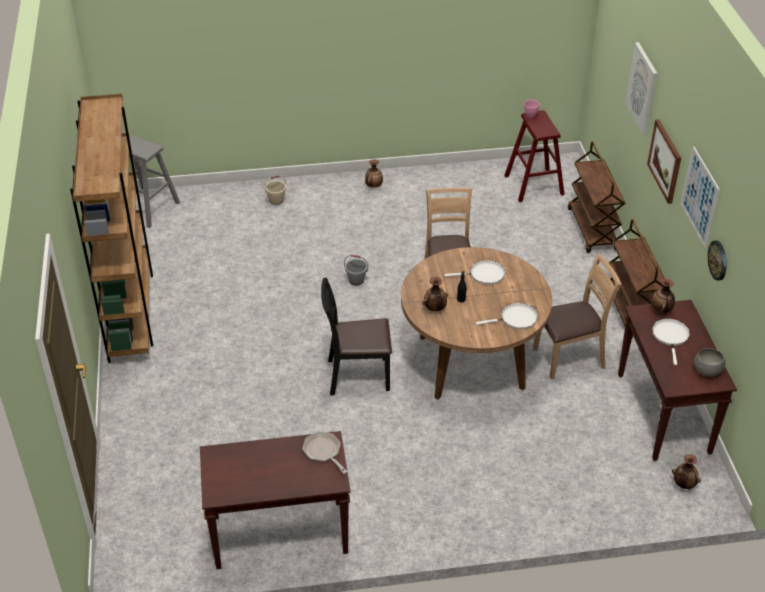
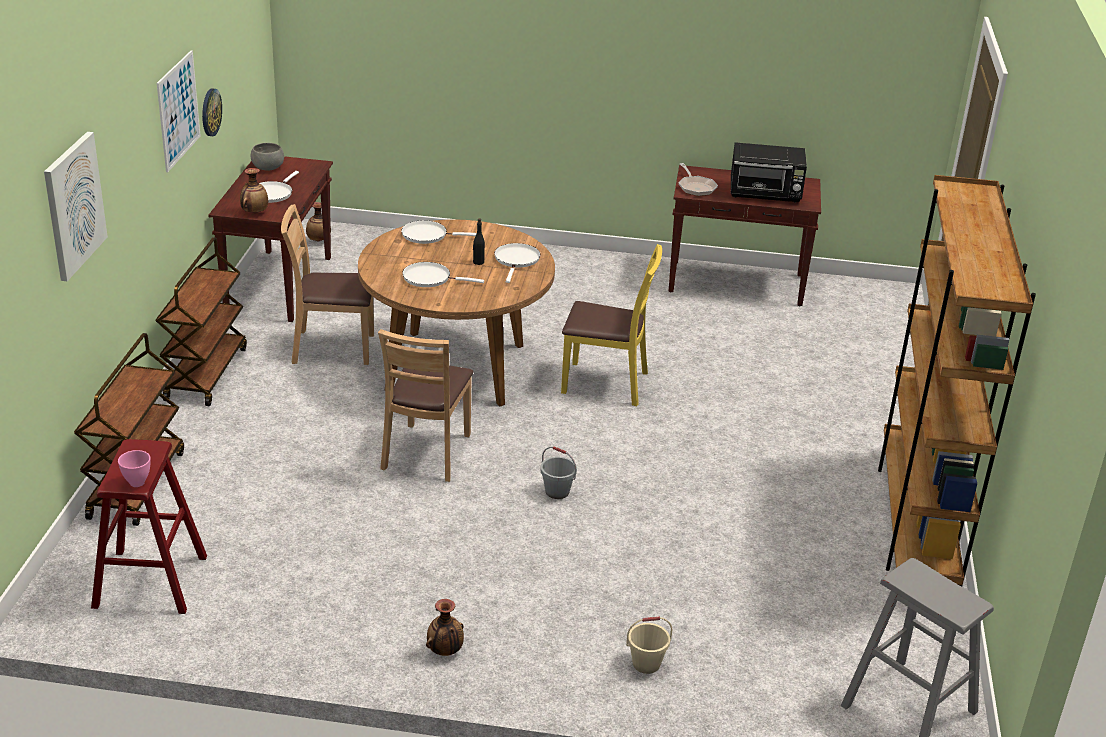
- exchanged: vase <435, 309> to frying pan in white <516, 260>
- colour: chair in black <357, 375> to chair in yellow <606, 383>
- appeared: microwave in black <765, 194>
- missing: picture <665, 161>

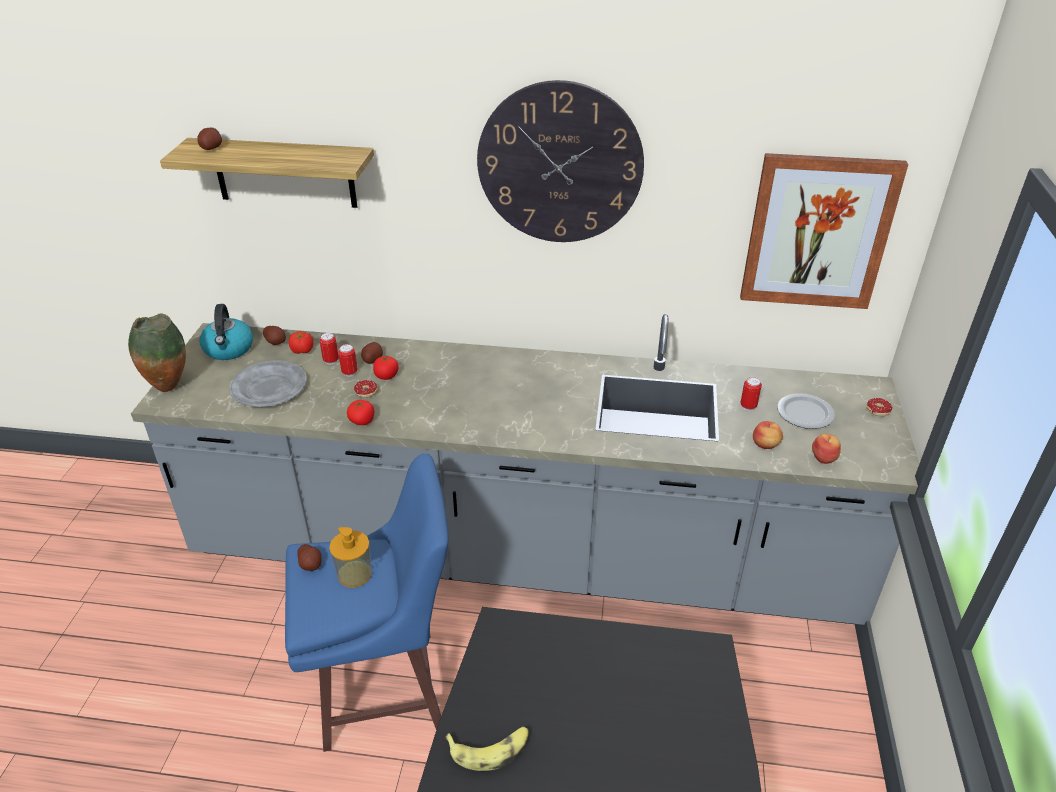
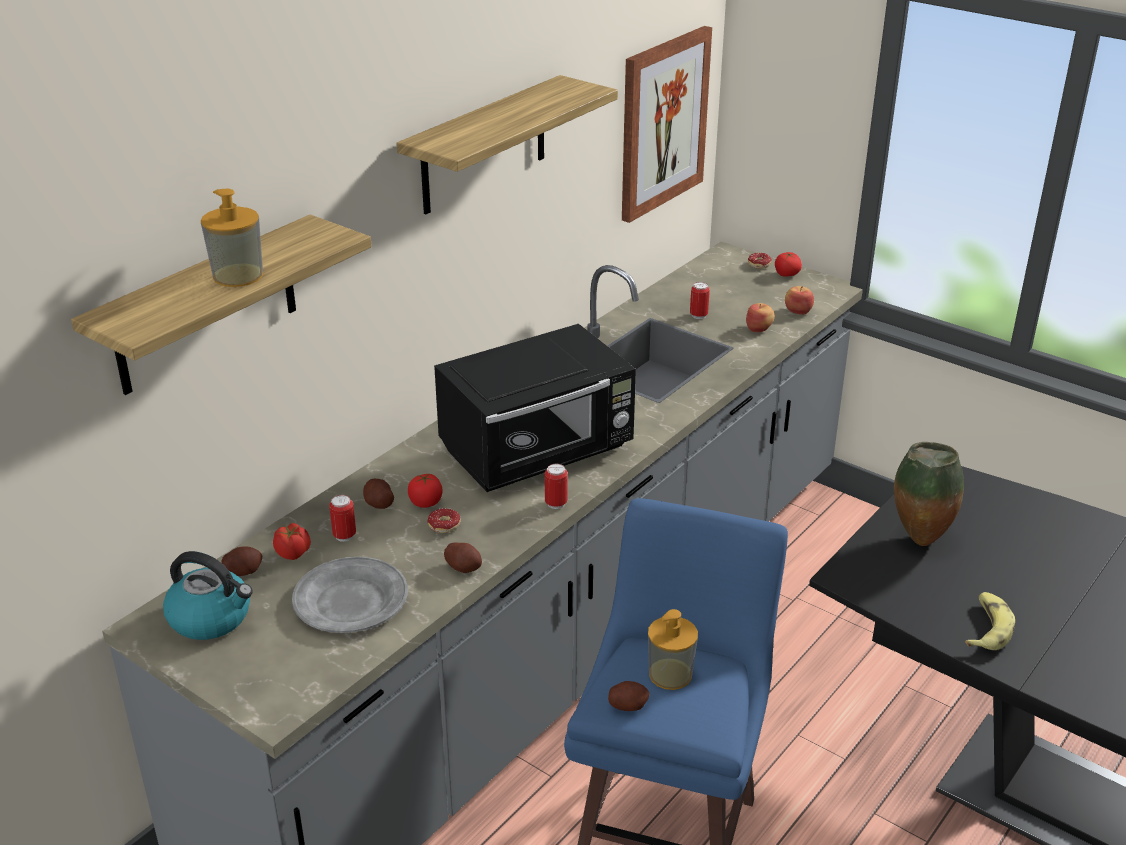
- appeared: soap dispenser <238, 275>
- exchanged: wall clock <560, 164> to shelf <484, 146>
- appeared: microwave in black <539, 453>
- relocated: potato <212, 148> to <463, 567>
- relocated: can <349, 372> to <556, 503>
- relocated: tomato <362, 421> to <786, 274>
- relocated: vase <169, 387> to <918, 539>
- missing: plate <804, 413>

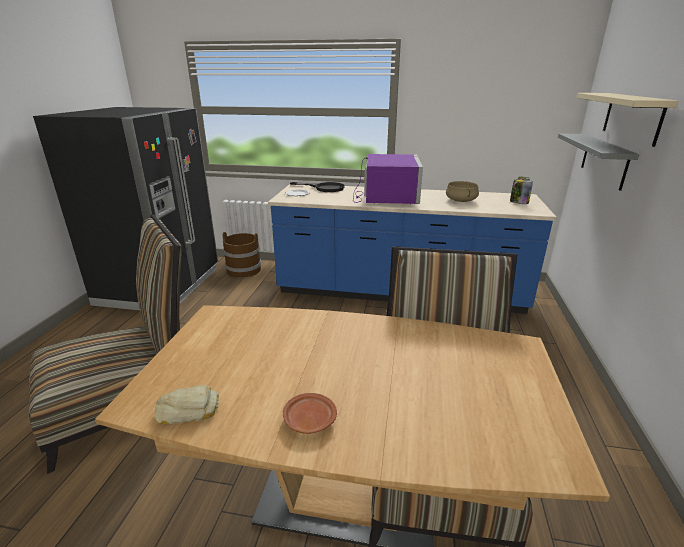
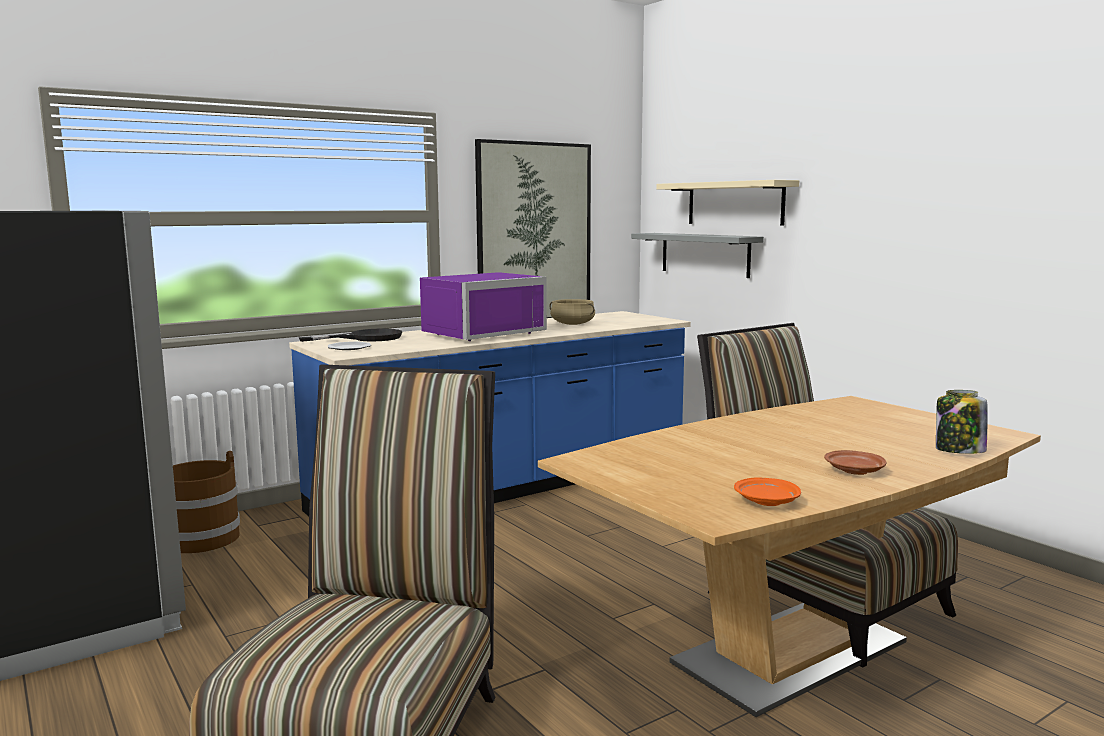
- spun: microwave in purple <385, 196> = <479, 333> 90 degrees clockwise
- appeared: picture <534, 233>
- exchanged: bread <188, 409> to plate in orange <766, 501>
- relocated: jar <518, 202> to <959, 451>

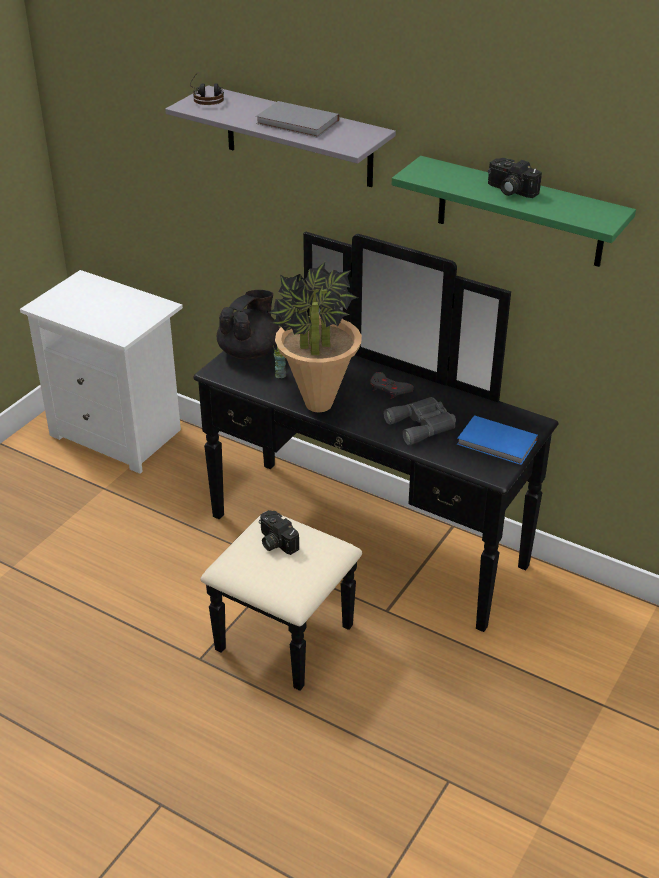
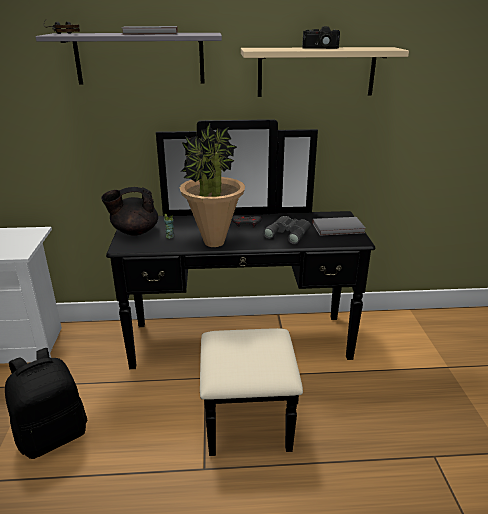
- appeared: backpack in black <53, 435>
- spun: teapot in black <250, 352> = <134, 231> 105 degrees counterclockwise
- colour: shelf in green <520, 212> to shelf in beige <316, 72>
- colour: book in blue <497, 443> to book in grey <339, 228>
- missing: photo camera <275, 542>

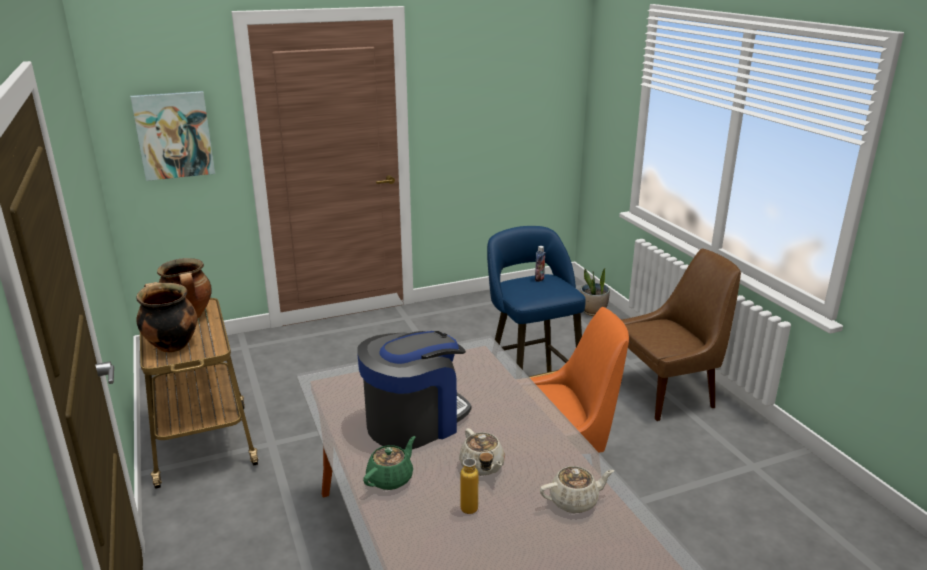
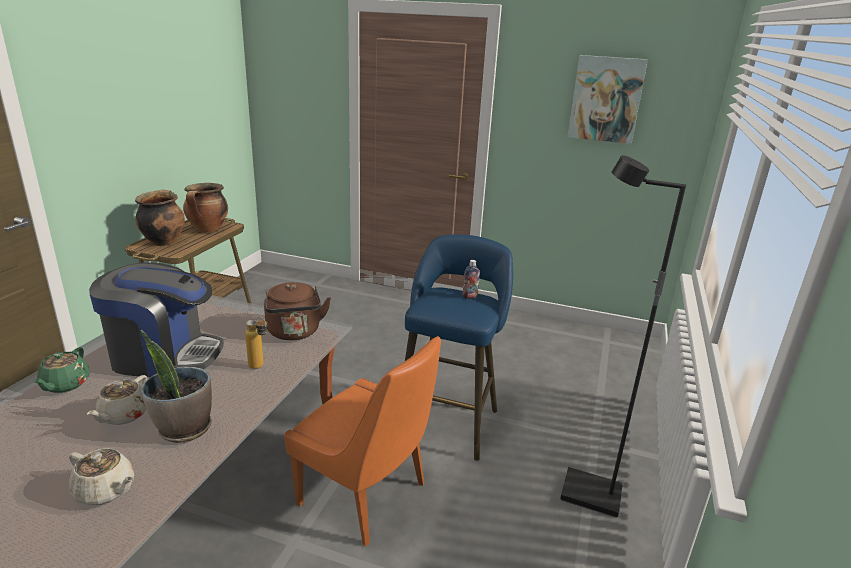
- spun: teapot in green <391, 478> = <65, 384> 105 degrees clockwise
- relocated: potted plant <593, 312> to <183, 428>
- relocated: bottle <476, 508> to <260, 367>
- appeared: kettle in brown <294, 333>
- exchanged: chair in brown <668, 394> to floor lamp in black <589, 495>
- relocated: picture <174, 135> to <606, 99>

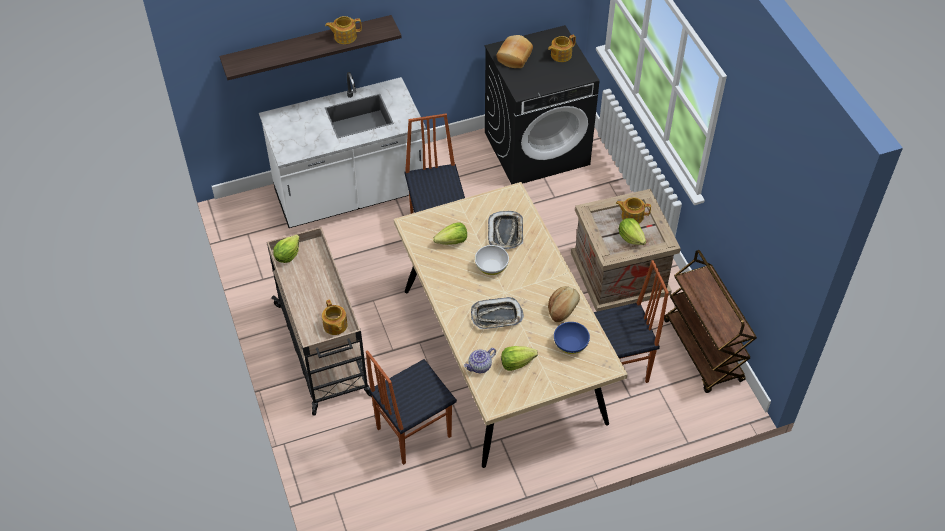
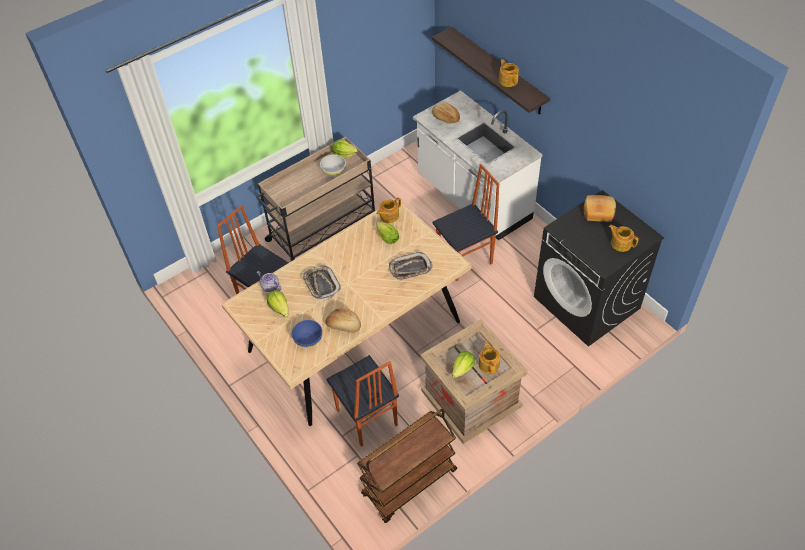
- relocated: bowl in white <491, 267> to <333, 171>
- relocated: teapot <335, 325> to <389, 216>
- appeared: bread <445, 118>

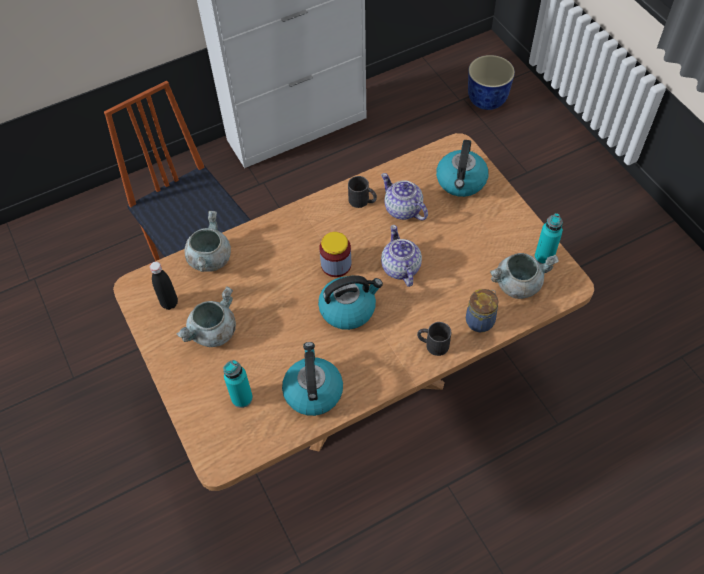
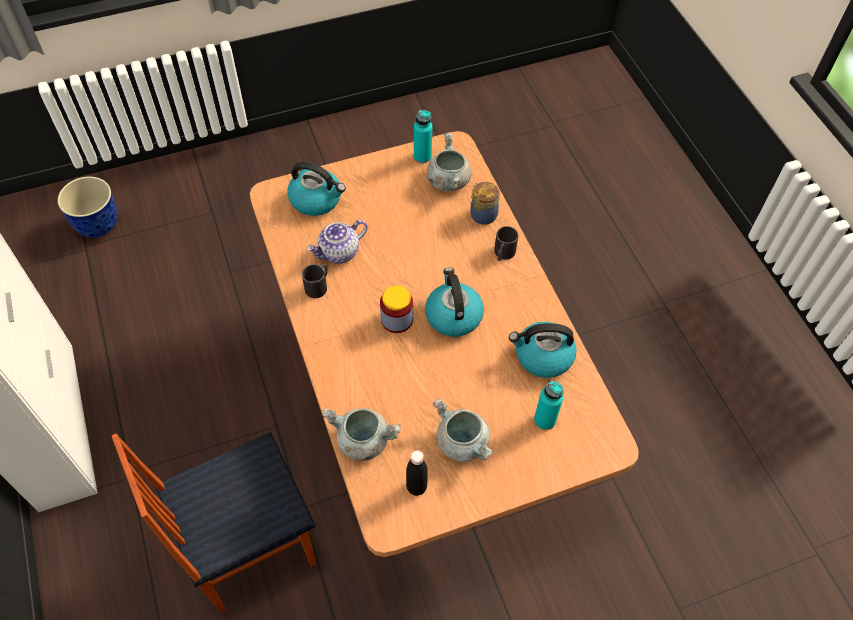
- missing: teapot <400, 267>

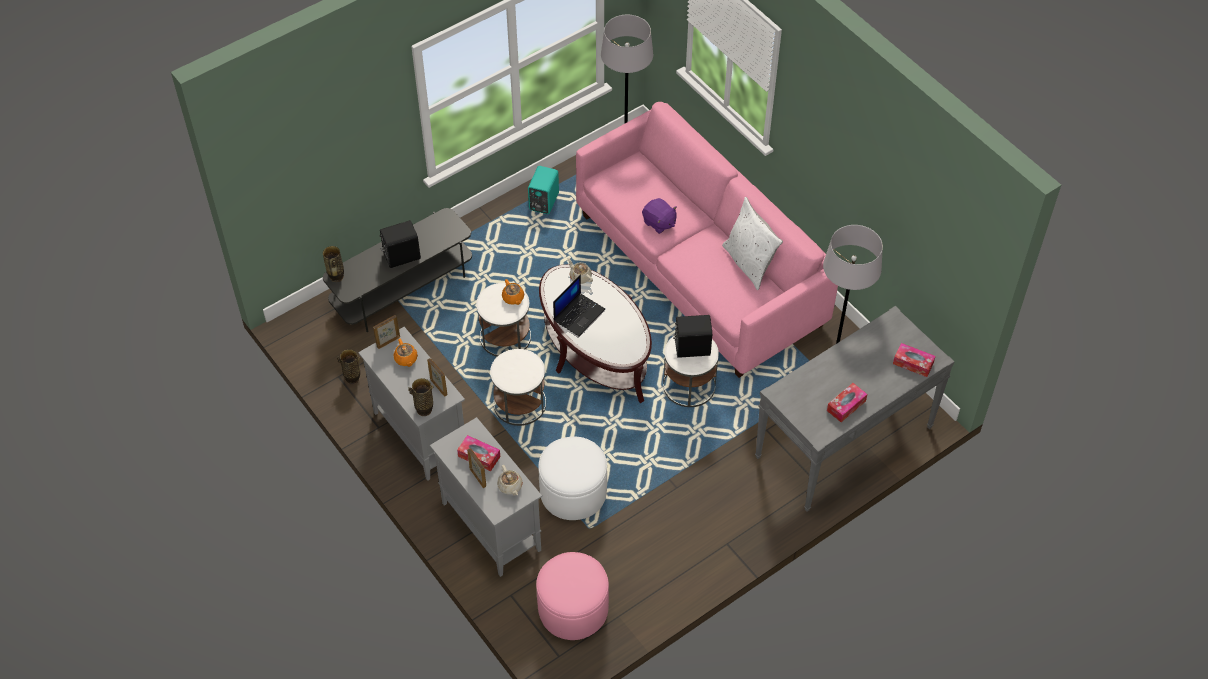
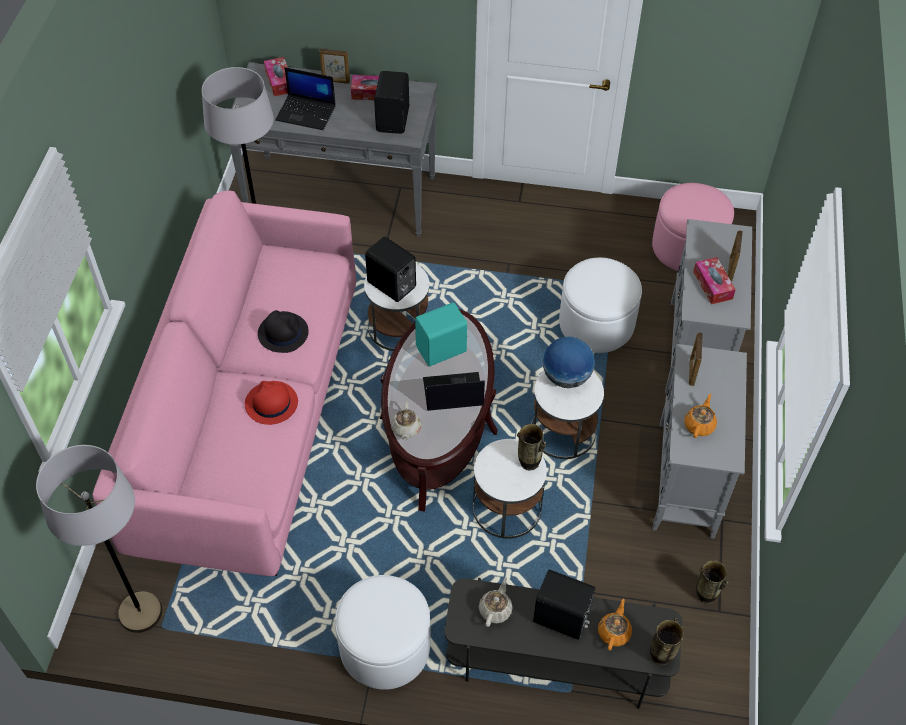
- exchanged: plush toy in purple <659, 223> to hat in red <271, 403>
- appeared: hat in black <283, 332>
- appeared: laptop <307, 113>
- relocated: picture frame <388, 342> to <336, 81>
- appeared: ottoman in white <385, 646>
- appeared: speaker in black <394, 119>
- relocated: speaker in turquoise <543, 202> to <442, 350>
- relocated: teapot in beige <510, 486> to <495, 609>
- relocated: vase <424, 410> to <529, 463>
- appeared: globe <566, 377>
- relocated: teapot in orange <513, 298> to <614, 632>
- missing: pillow in white <749, 263>

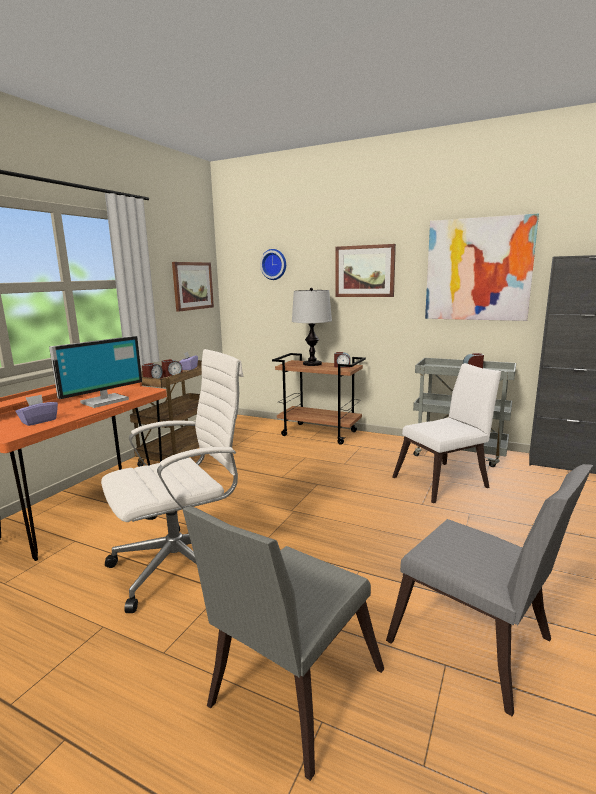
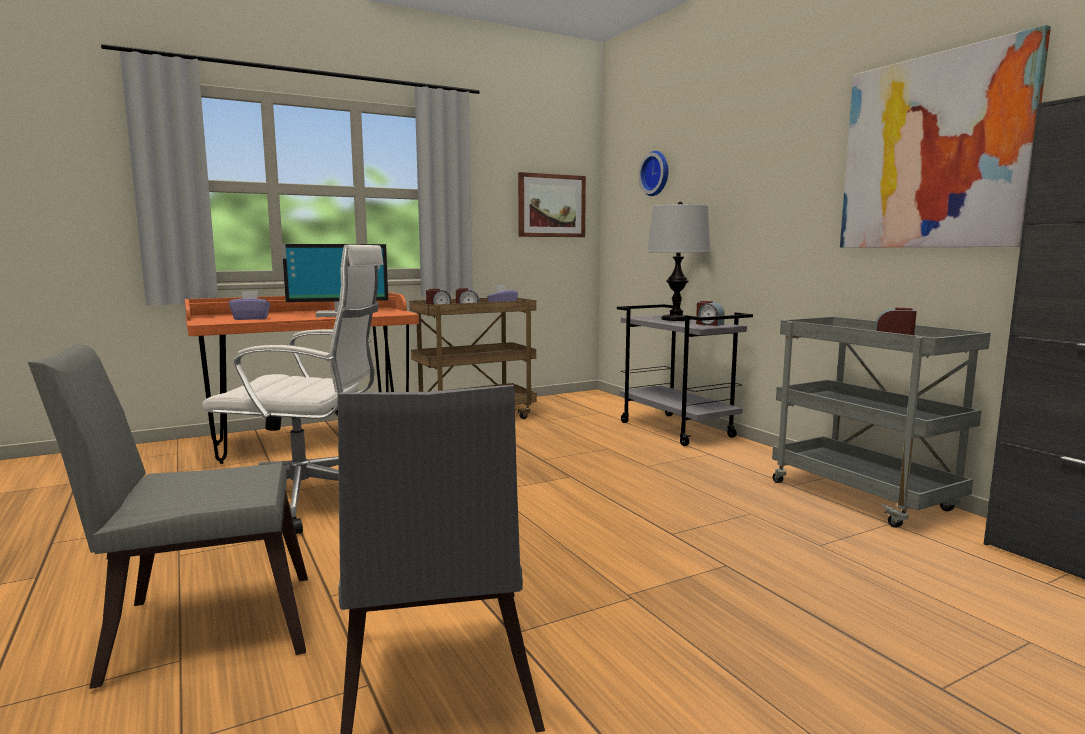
- colour: cart in brown <320, 433> to cart in grey <677, 429>
- missing: picture <364, 271>
- missing: chair in white <445, 481>

